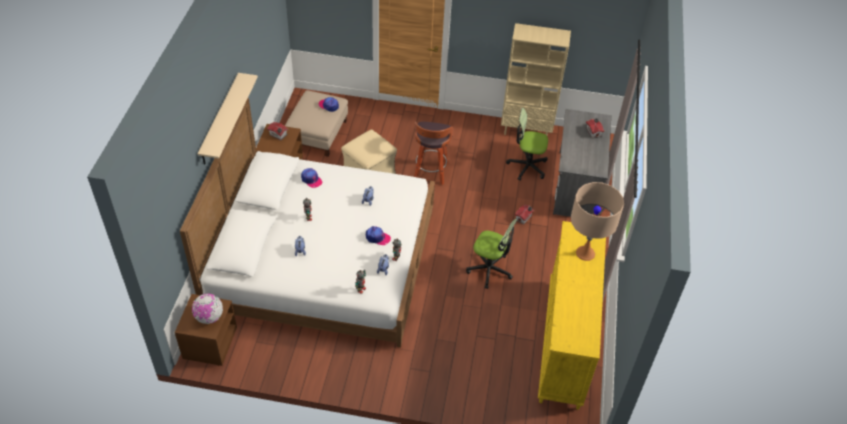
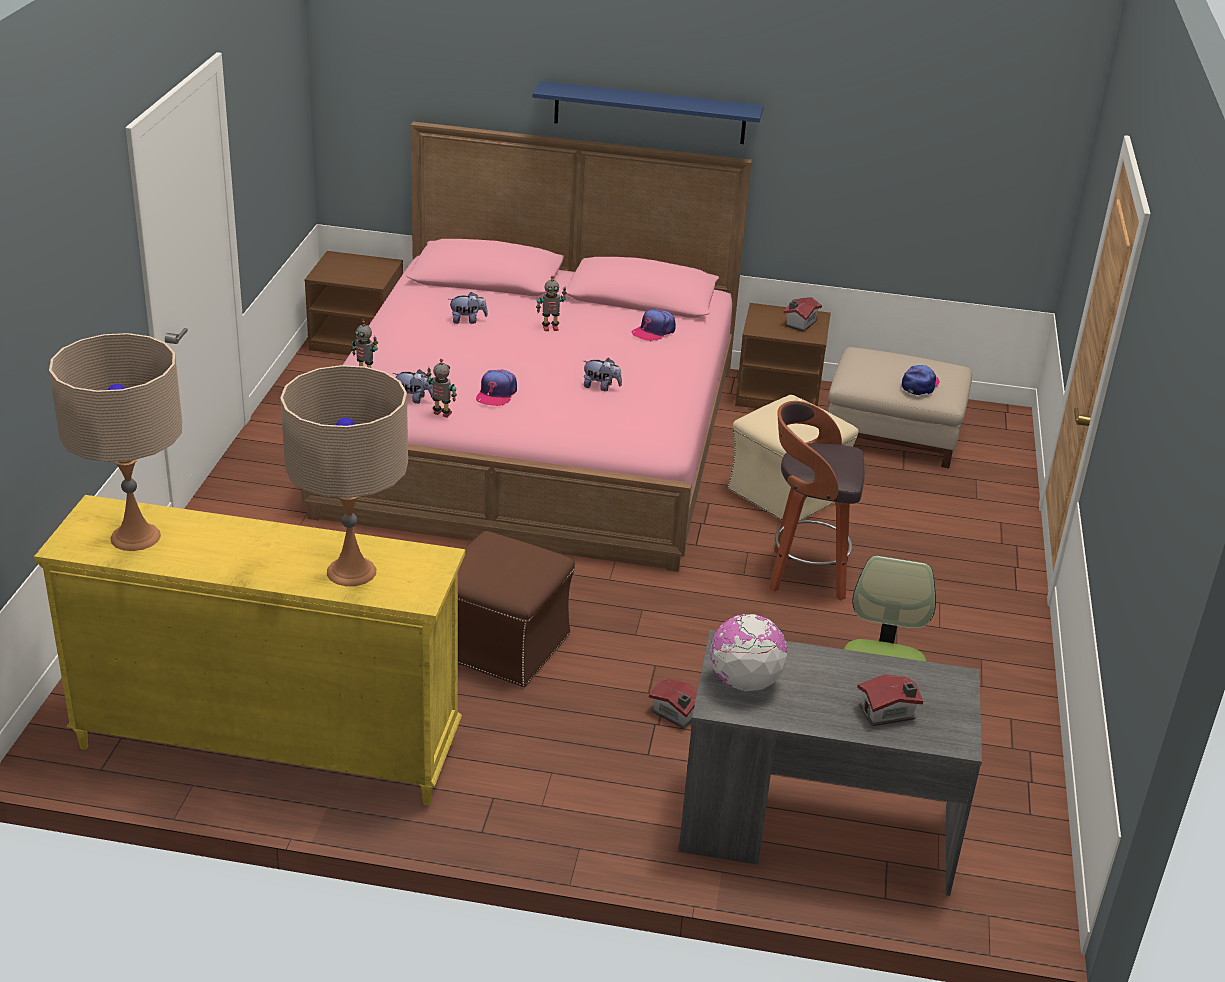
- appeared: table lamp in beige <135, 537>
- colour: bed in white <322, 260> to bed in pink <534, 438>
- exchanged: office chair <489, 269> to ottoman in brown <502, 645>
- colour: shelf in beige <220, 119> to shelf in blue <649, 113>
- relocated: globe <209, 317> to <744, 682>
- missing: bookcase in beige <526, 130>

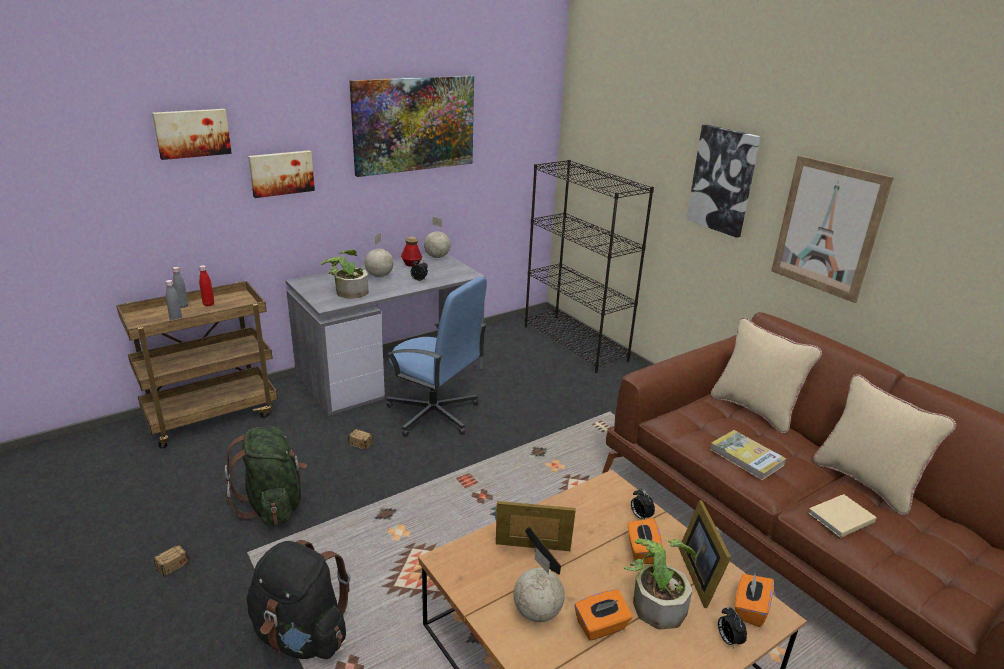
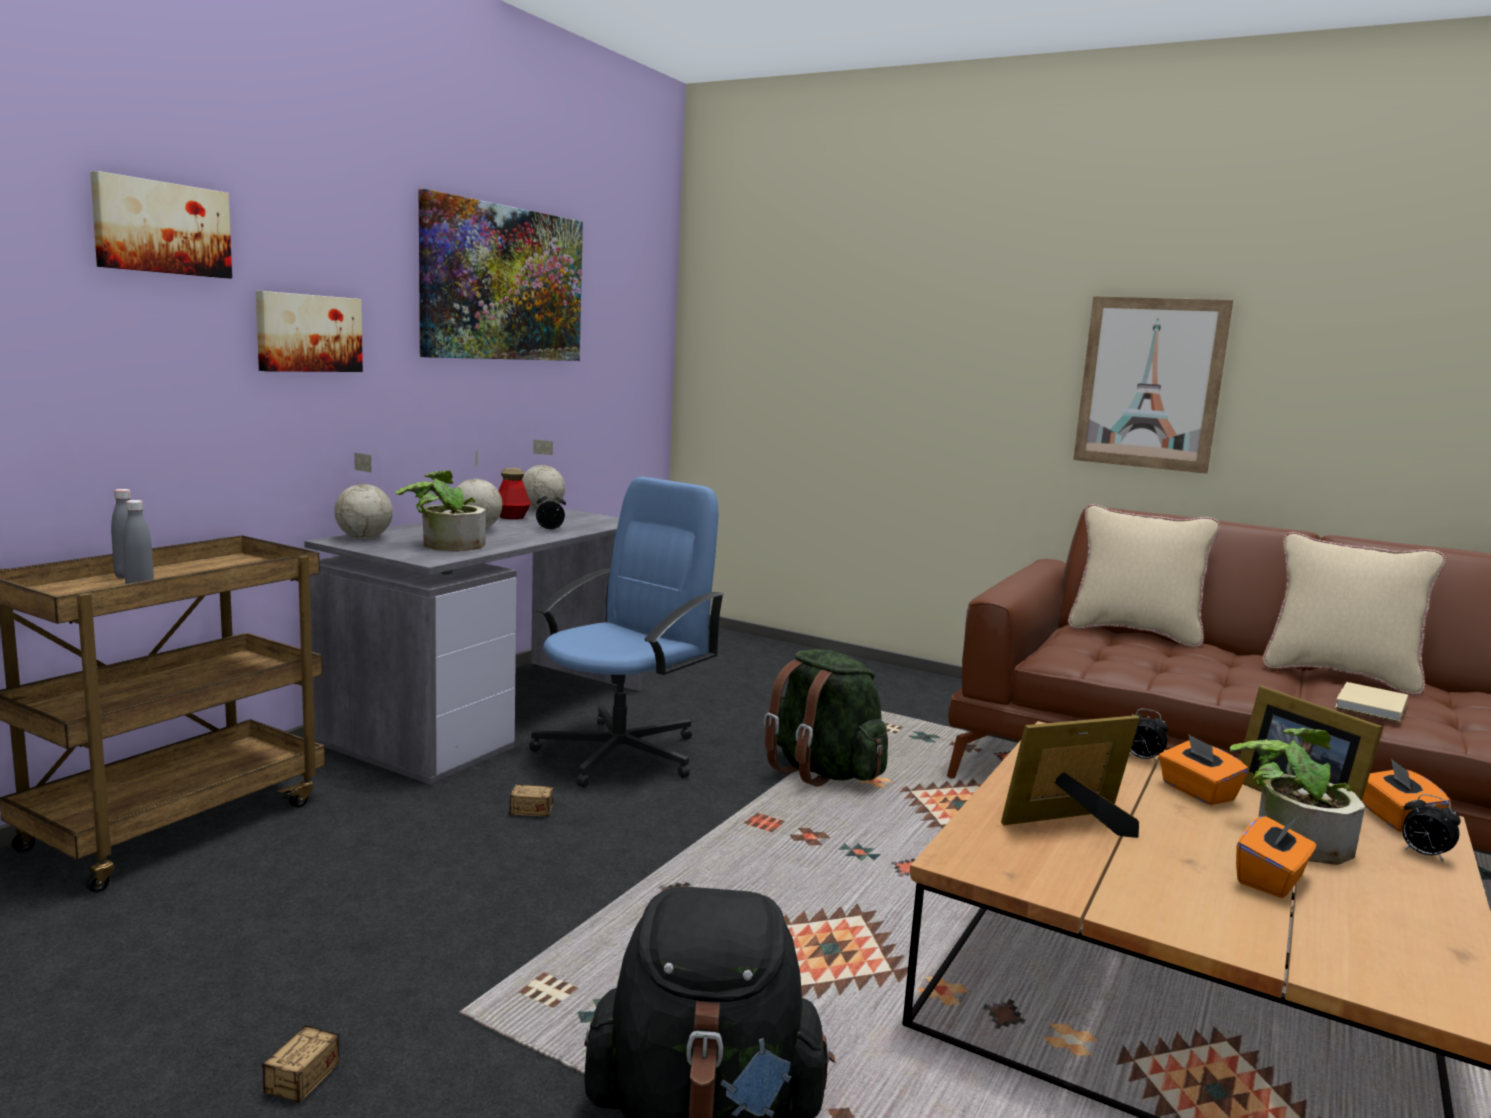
- relocated: globe <537, 612> to <364, 538>
- spun: office chair in blue <434, 414> = <621, 753> 60 degrees counterclockwise
- relocated: backpack in green <273, 505> to <823, 772>
- missing: bottle in red <208, 304>
- missing: bookcase in black <575, 343>
- missing: picture <723, 180>
- missing: book <746, 457>

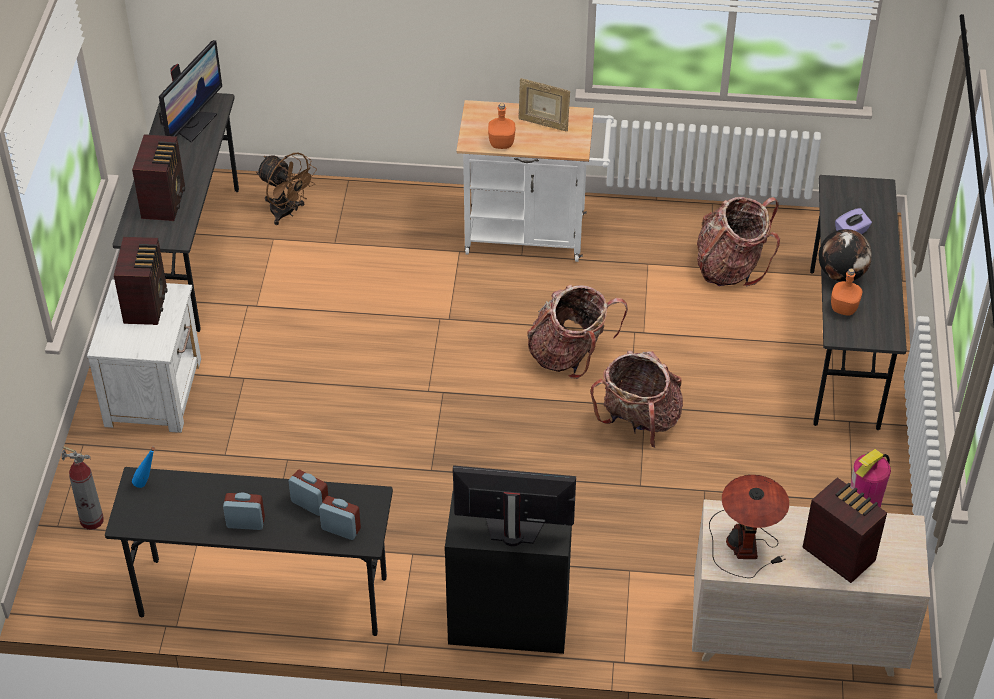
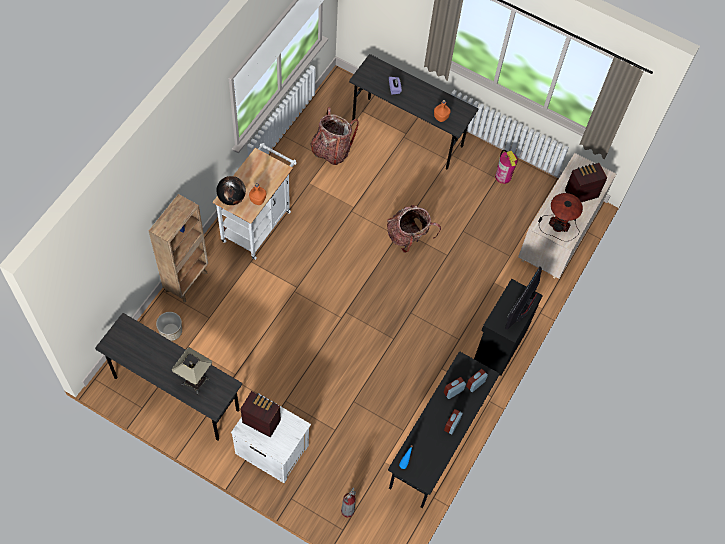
- appeared: bookcase in brown <187, 281>
- exchanged: fan in brown <287, 213> to planter <171, 331>
- exchanged: radio <165, 202> to table lamp <195, 381>
- relocated: globe <841, 274> to <231, 198>
- missing: monitor <193, 124>
- missing: picture frame <543, 123>
- missing: backpack <570, 355>

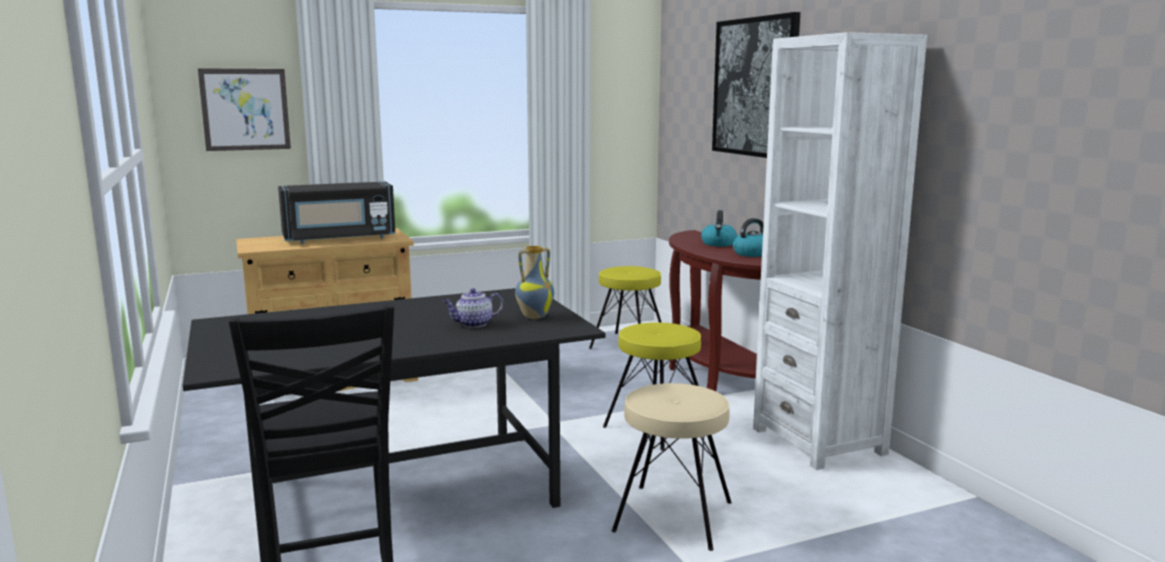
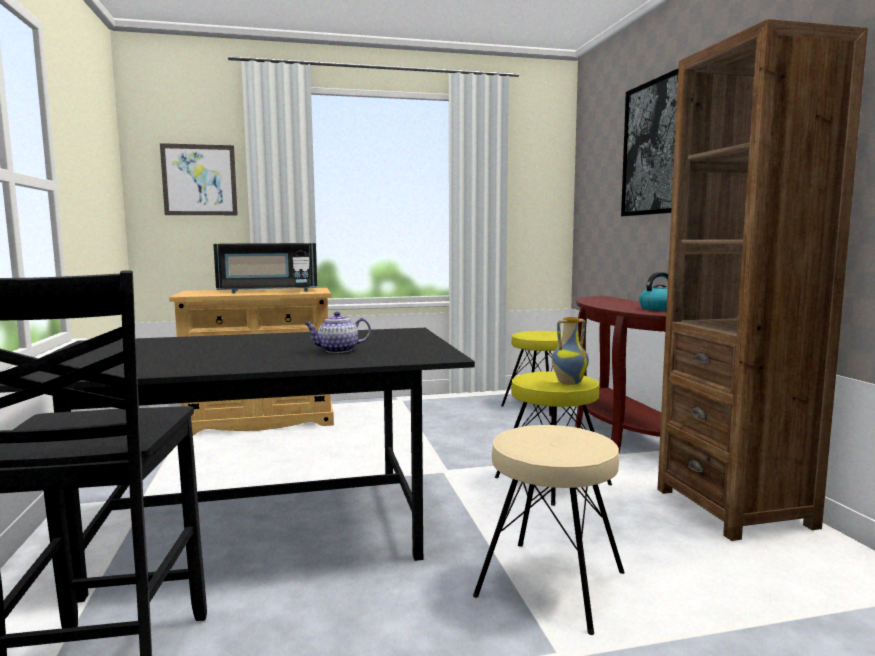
- relocated: vase <534, 316> to <568, 383>
- colour: bookcase in white <818, 441> to bookcase in brown <734, 508>
- missing: kettle <718, 244>

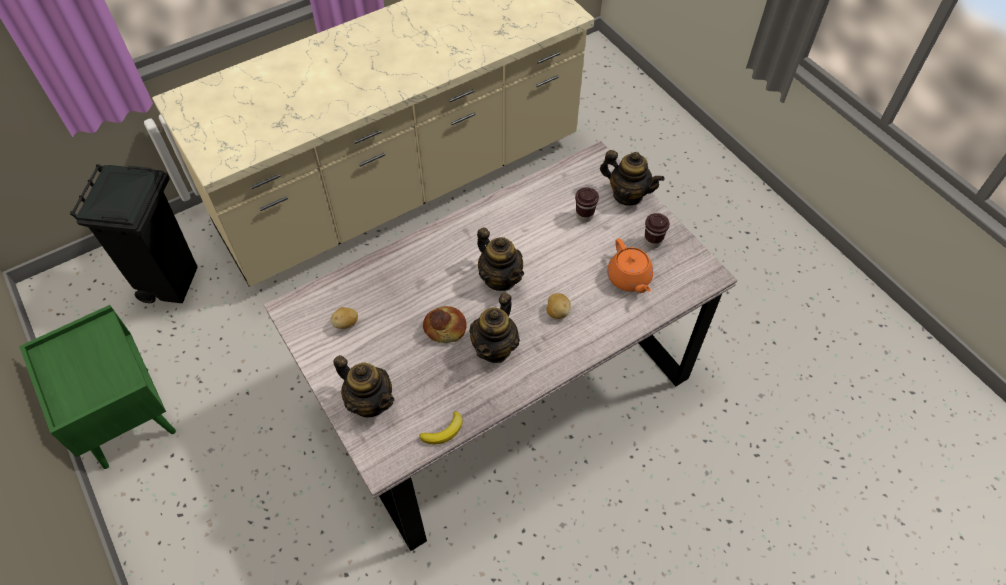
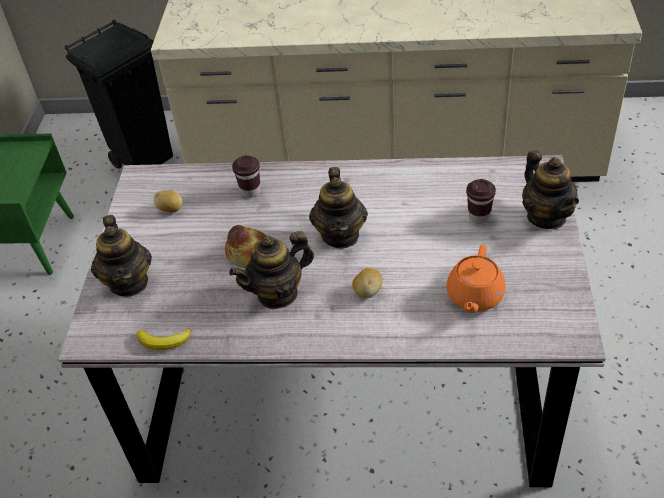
- relocated: cup in brown <652, 242> to <250, 191>

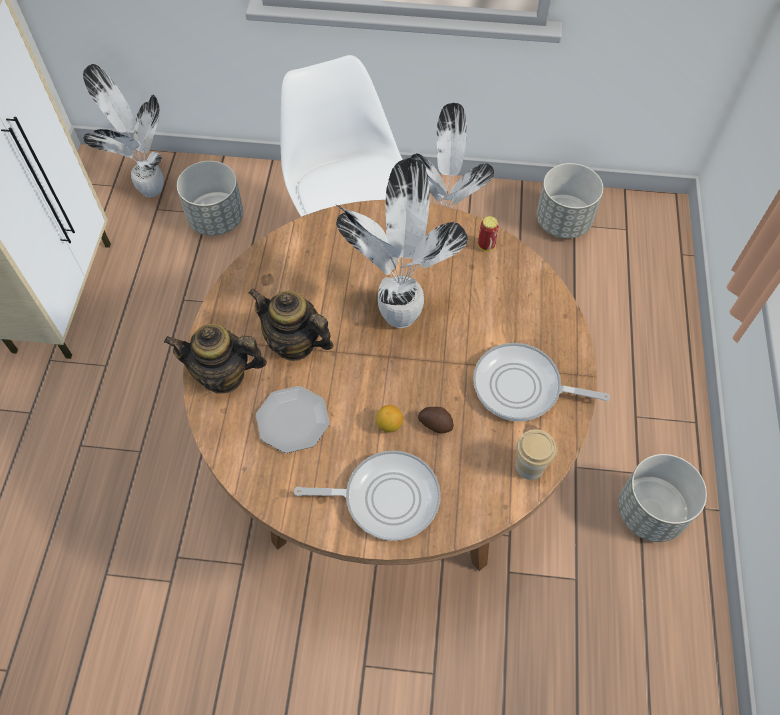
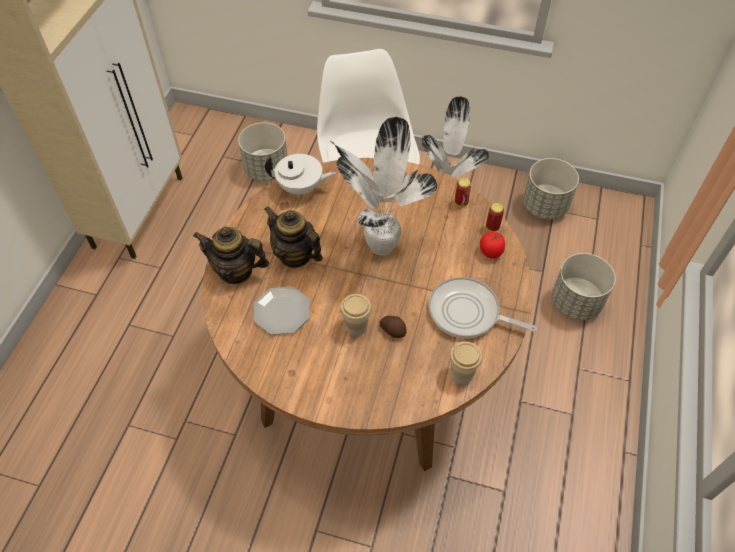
- appeared: teapot in white <301, 188>
- exchanged: lemon <389, 425> to cup <356, 326>
- appeared: tomato <490, 252>
- appeared: can <492, 227>
- relocated: planter in grey <650, 511> to <576, 302>
- missing: potted plant <150, 188>
- missing: frying pan <385, 498>

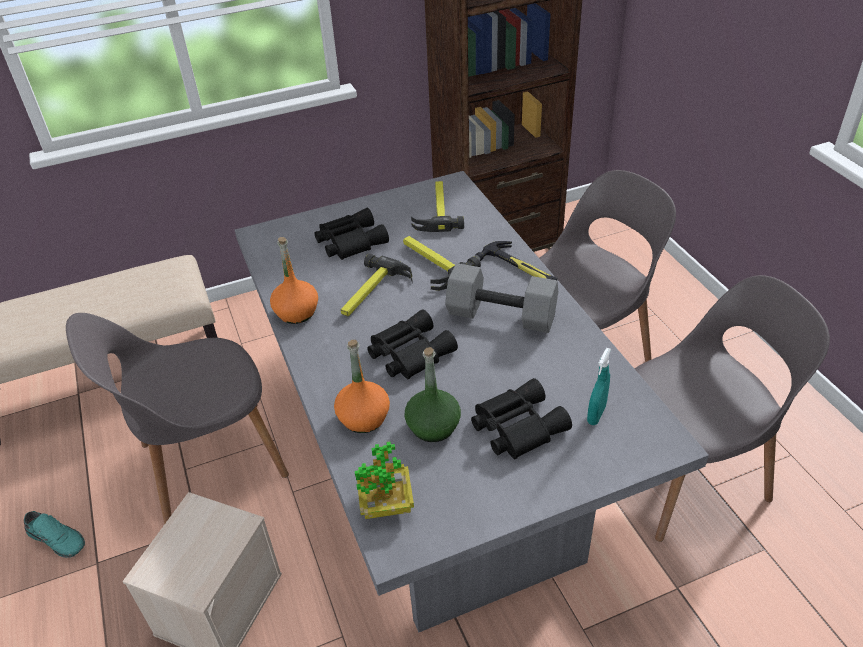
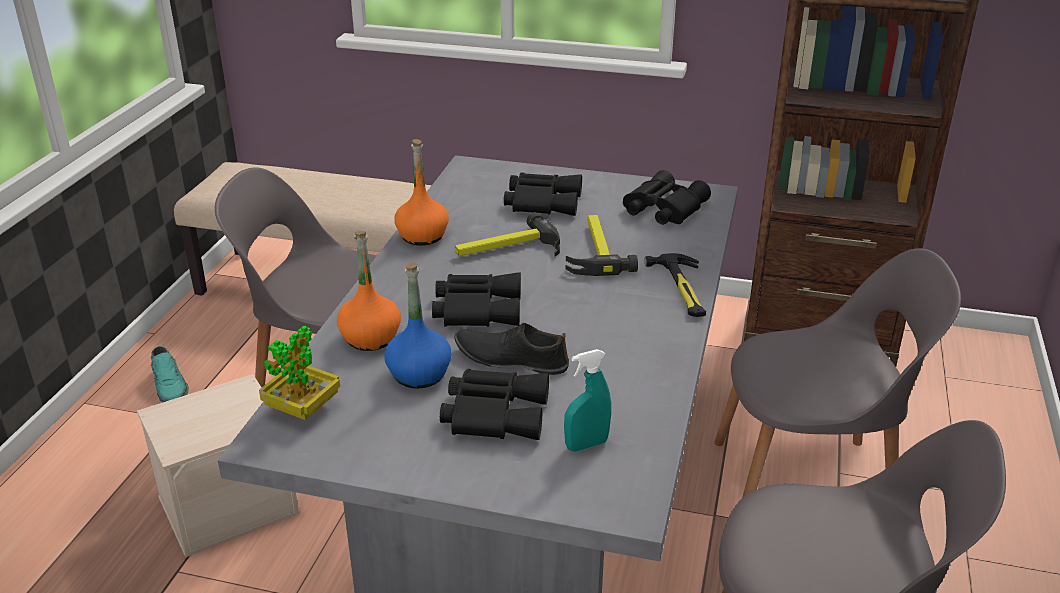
- colour: bottle in green <433, 427> to bottle in blue <419, 374>
- appeared: shoe in black <511, 358>
- exchanged: hammer <436, 210> to binoculars in black <662, 208>
- missing: dumbbell in grey <503, 314>

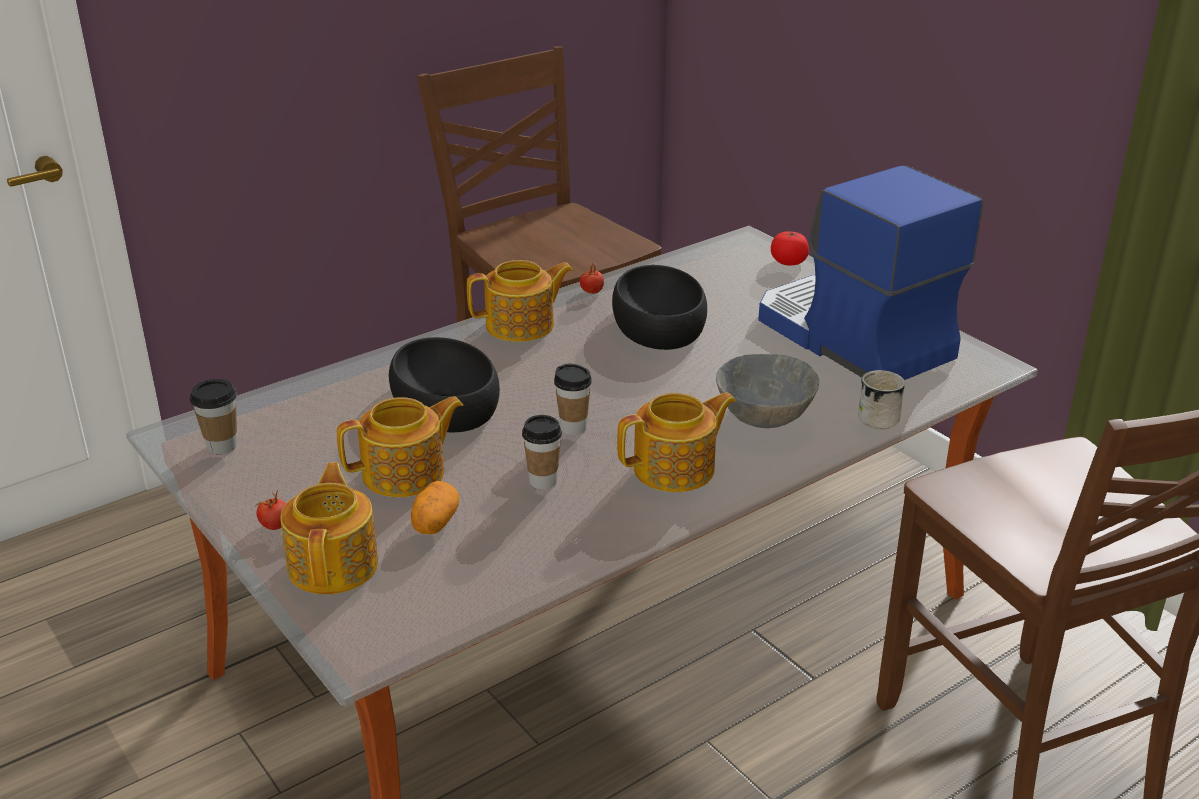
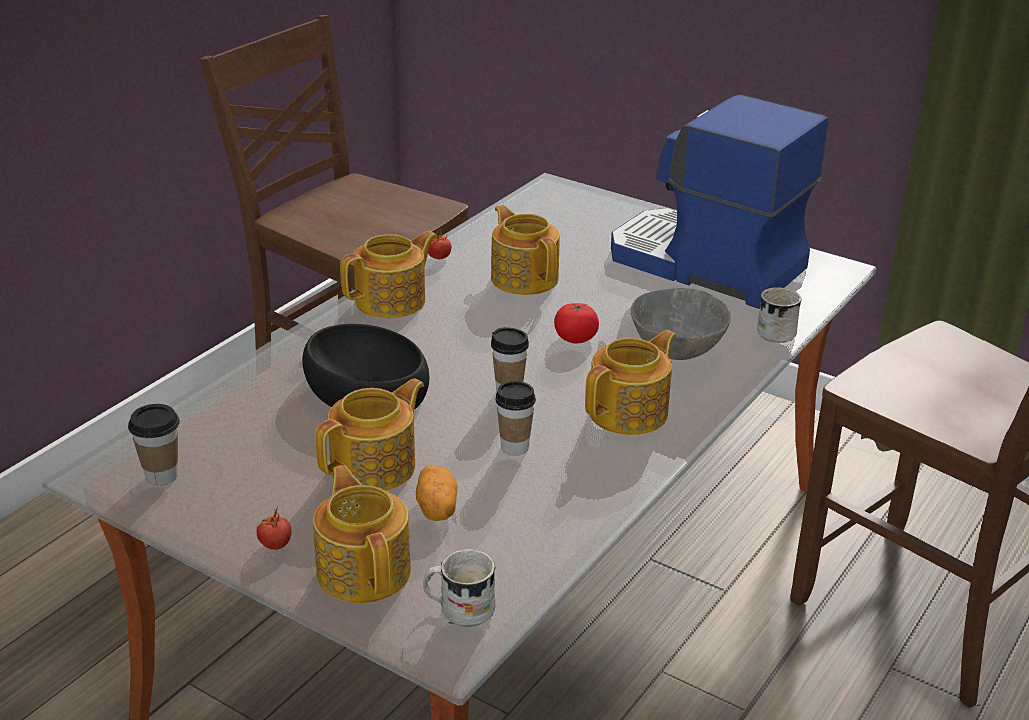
- appeared: mug in white <459, 609>
- exchanged: bowl in black <660, 323> to teapot <524, 278>
- relocated: tomato <788, 262> to <575, 338>

